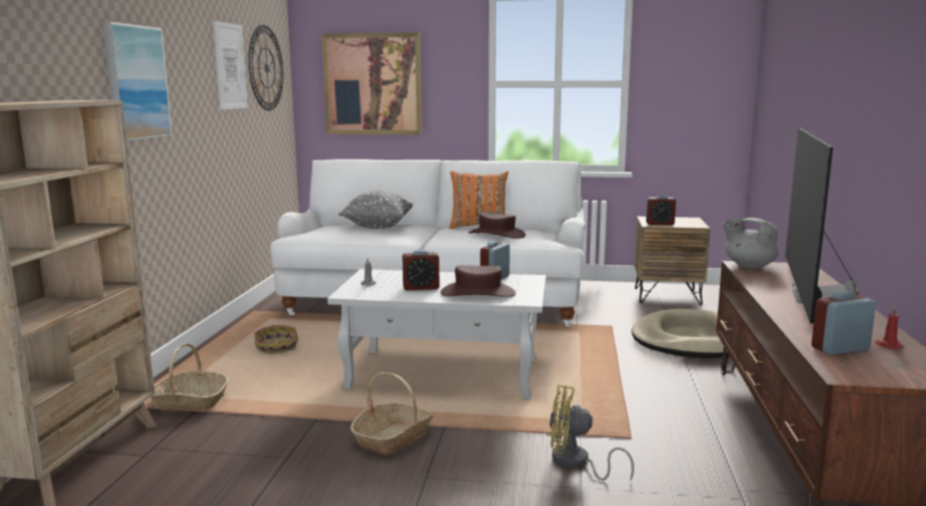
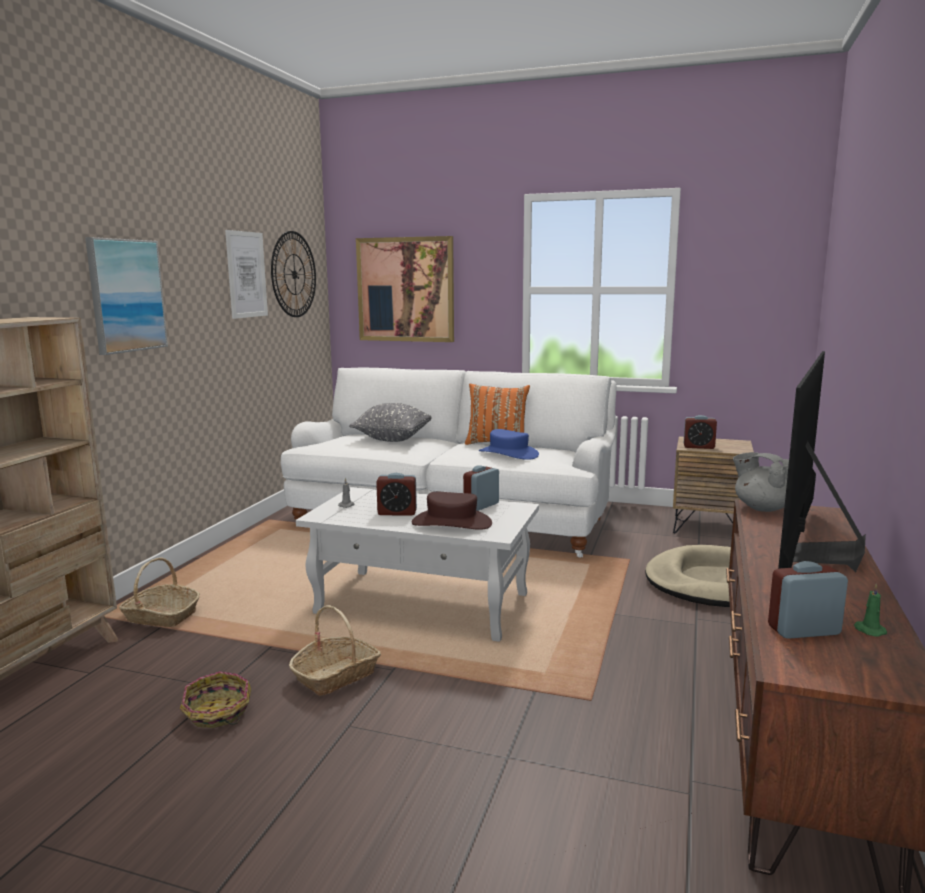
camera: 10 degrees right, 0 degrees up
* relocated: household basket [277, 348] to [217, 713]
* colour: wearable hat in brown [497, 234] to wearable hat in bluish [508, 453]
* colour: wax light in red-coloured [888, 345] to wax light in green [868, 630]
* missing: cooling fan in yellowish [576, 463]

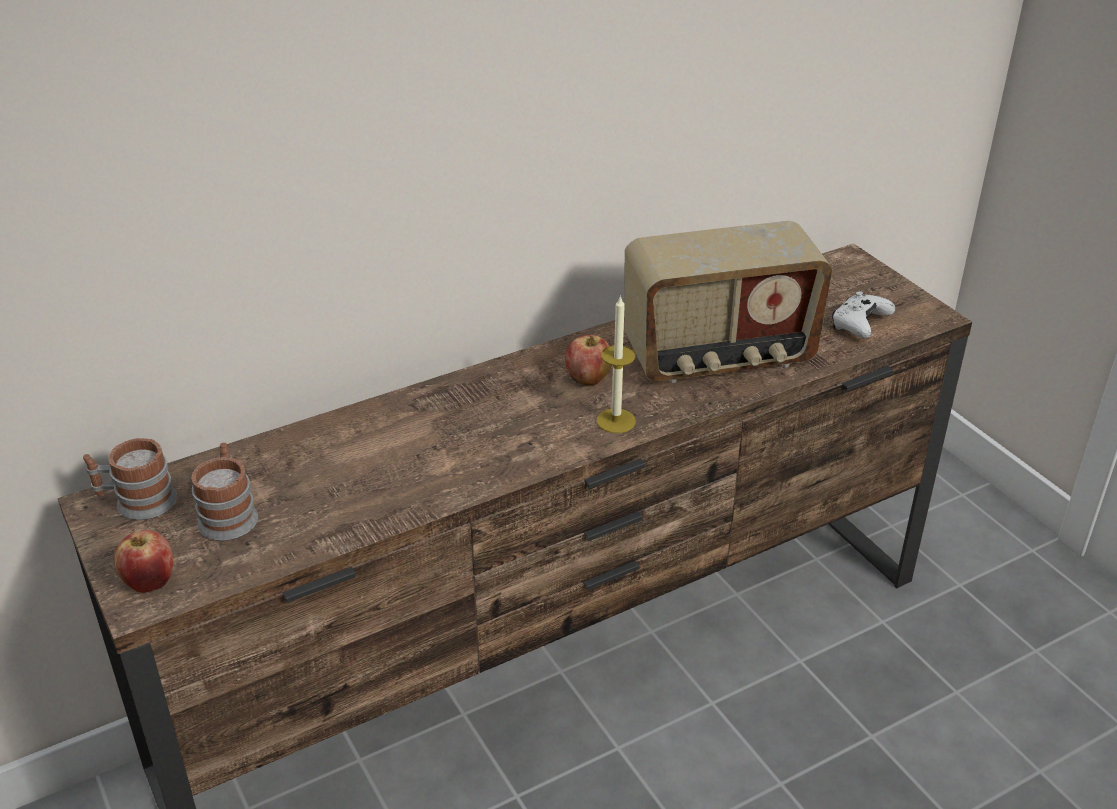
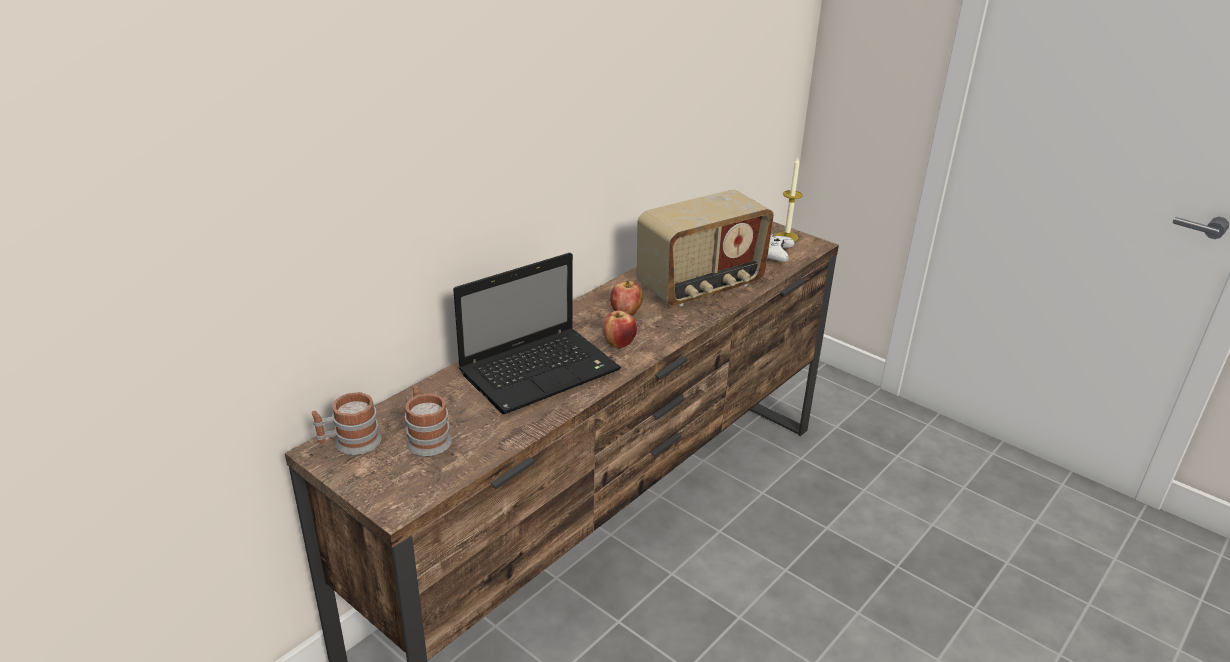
camera: 20 degrees left, 5 degrees down
* appeared: portable computer [542, 371]
* relocated: apple [151, 582] to [619, 344]
* relocated: wax light [616, 421] to [786, 236]

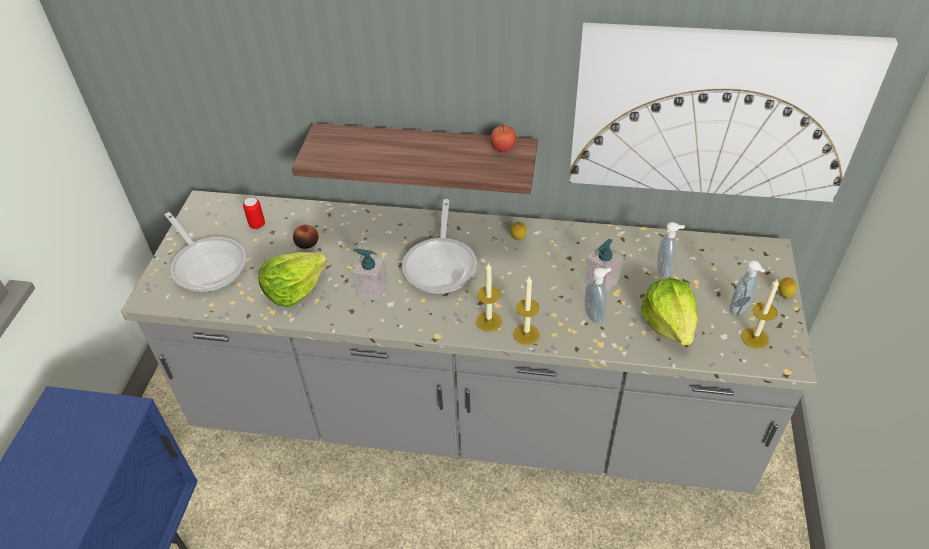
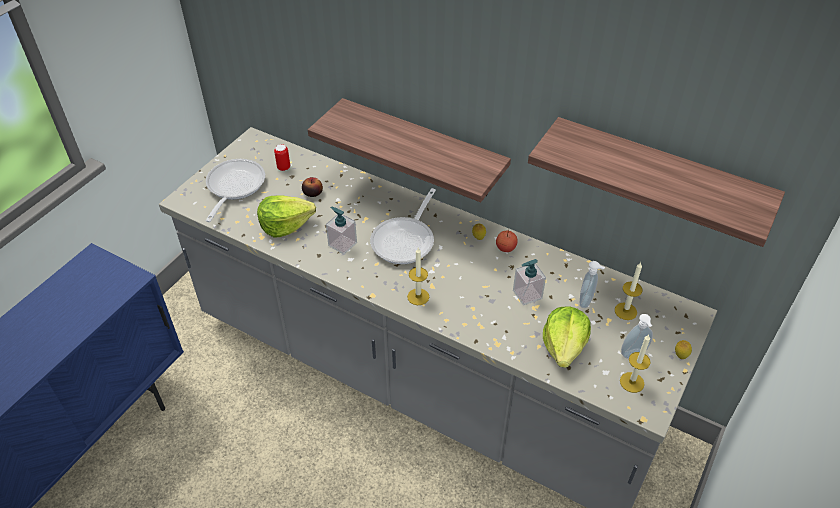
camera: 20 degrees right, 0 degrees up
* spun: frying pan [207, 264] = [233, 187] 150 degrees counterclockwise
* relocated: apple [503, 148] to [505, 248]
* exchanged: wall picture [715, 114] to bracket shelf [658, 178]
* relocated: wax light [526, 334] to [625, 311]
* missing: soap bottle [595, 315]

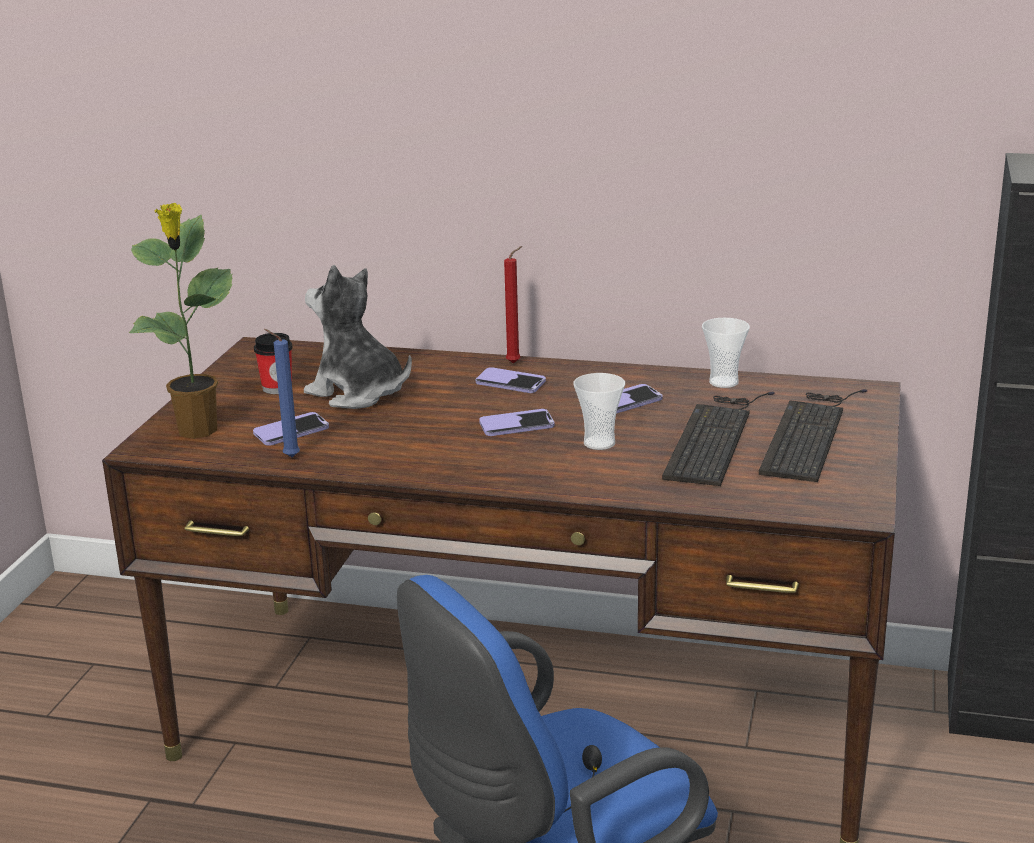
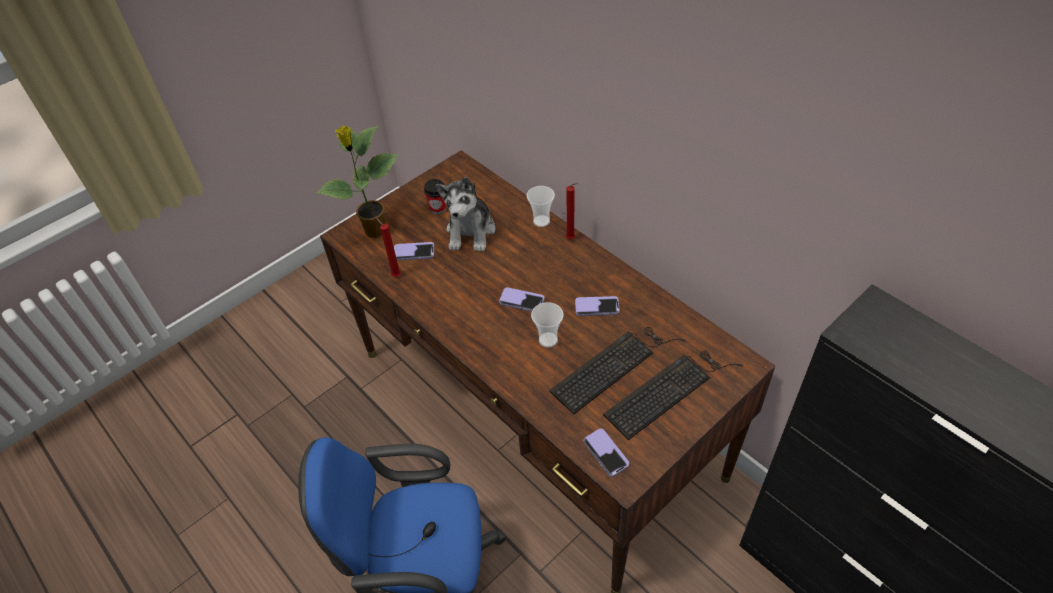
camera: 35 degrees right, 25 degrees up
* colour: wax light in bluish [289, 457] to wax light in red-coloured [395, 275]
* spun: cuddly toy [358, 393] = [471, 231] 150 degrees counterclockwise
* relocated: cup [723, 382] to [541, 221]
* relocated: handset [510, 383] to [606, 453]

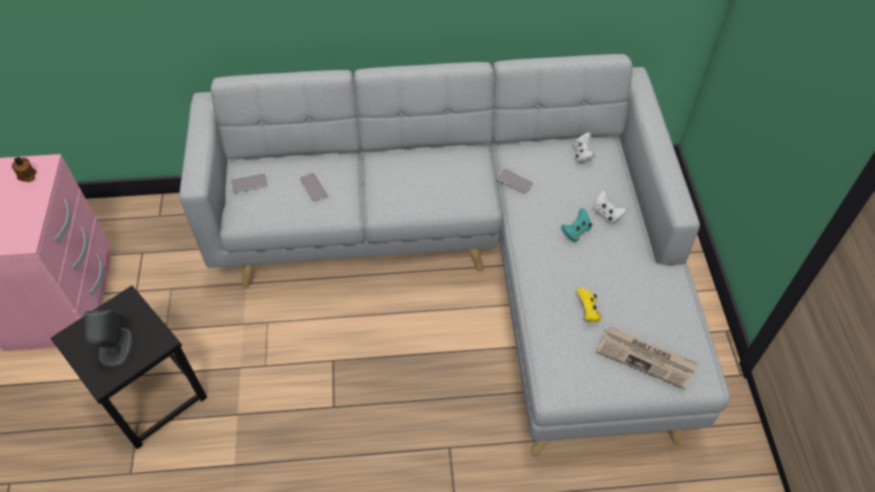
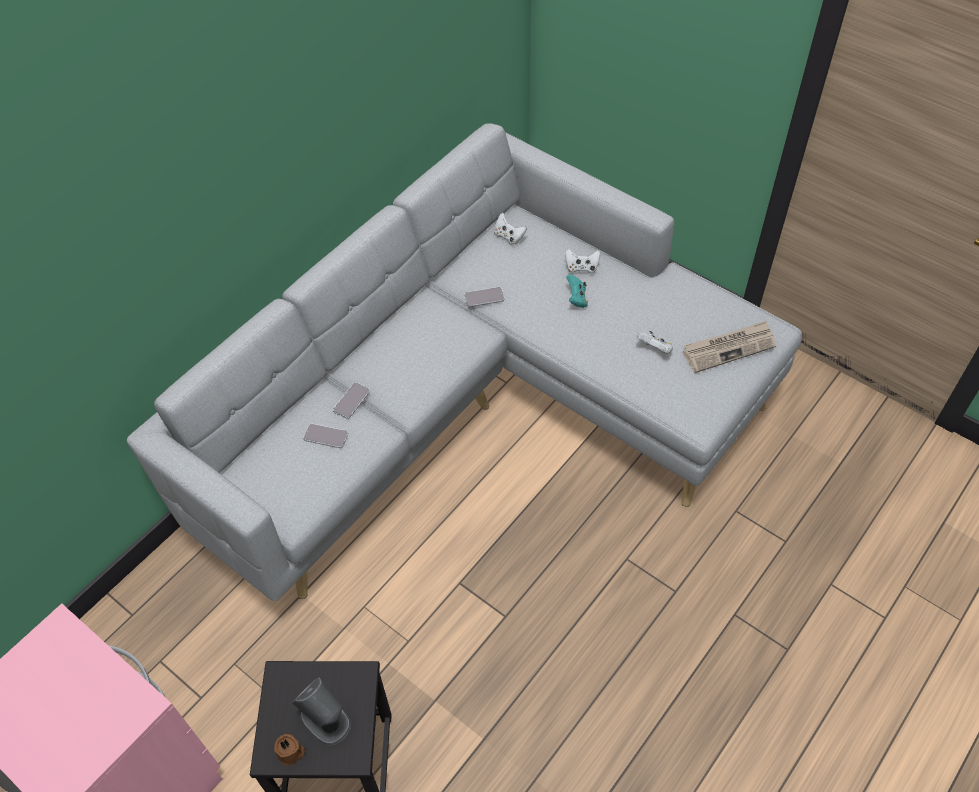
camera: 45 degrees left, 0 degrees up
* relocated: wax light in brown [27, 176] to [291, 753]
* relocated: handset [249, 183] to [351, 401]
* colour: game controller in yellowish [588, 311] to game controller in whitish [655, 349]

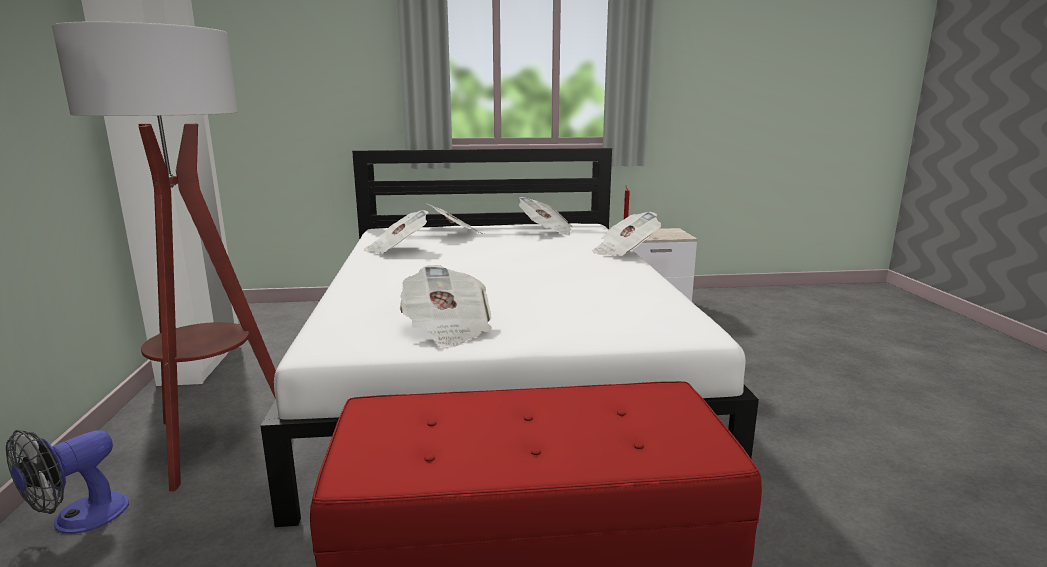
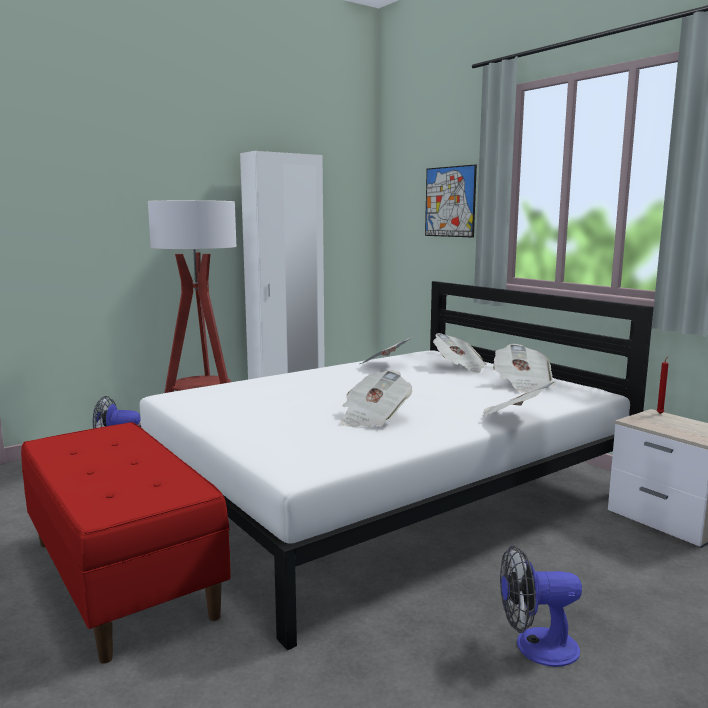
camera: 60 degrees right, 5 degrees down
* relocated: newspaper [447, 329] to [373, 418]
* appeared: wall picture [450, 202]
* appeared: cooling fan [536, 647]

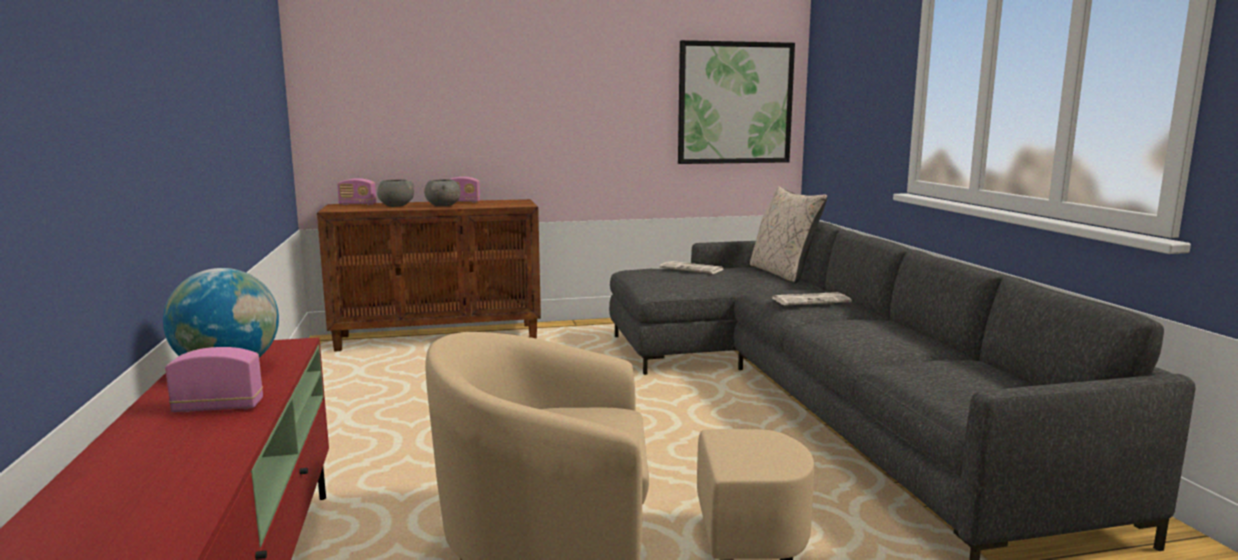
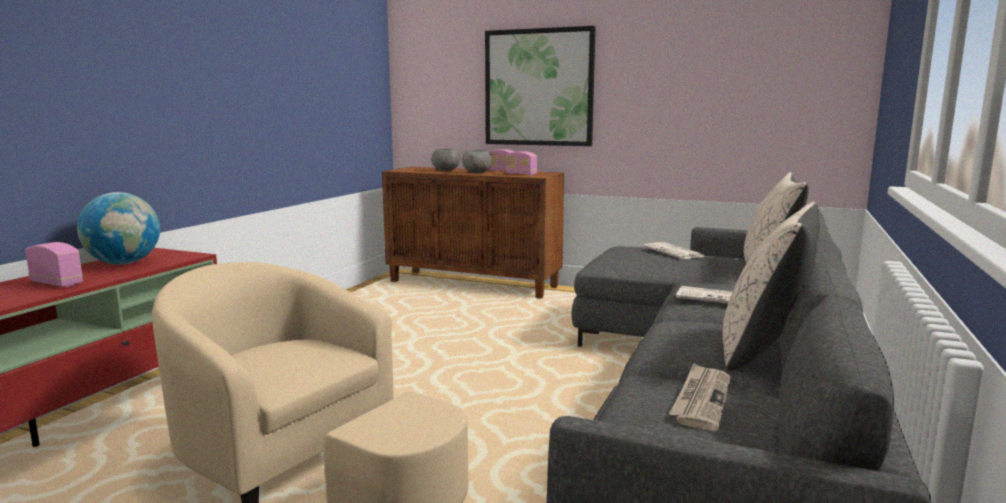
camera: 35 degrees right, 0 degrees up
* relocated: wall picture [735, 103] to [539, 87]
* relocated: radio set [357, 204] to [521, 174]
* appeared: newspaper [701, 399]
* appeared: pillow in beige-coloured [764, 349]

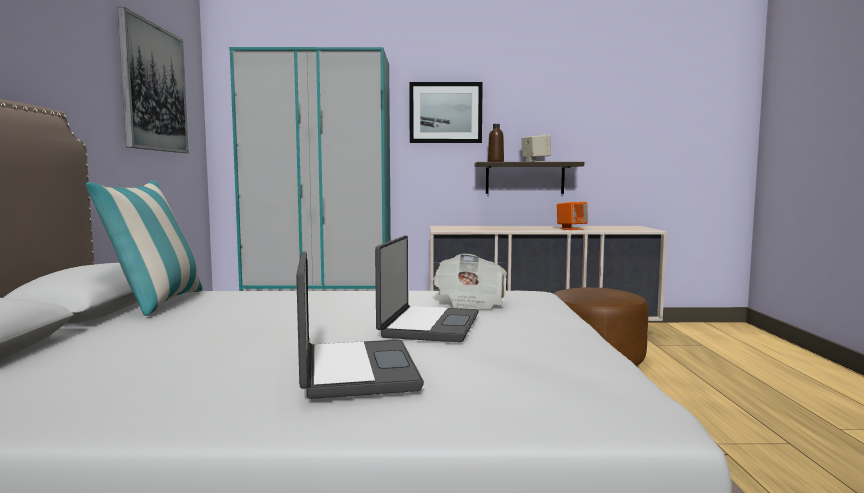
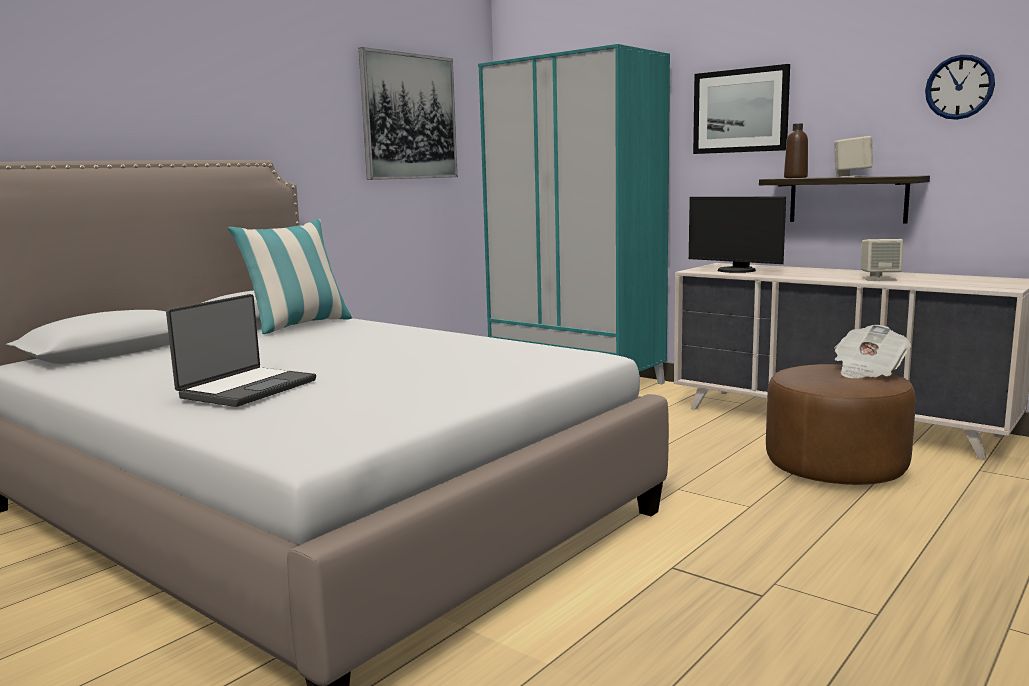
camera: 40 degrees right, 5 degrees up
* appeared: computer display [735, 271]
* relocated: newspaper [470, 303] to [867, 371]
* colour: loudspeaker in orange-coloured [571, 229] to loudspeaker in beige-coloured [879, 279]
* appeared: hanging clock [959, 87]
* missing: portable computer [428, 325]

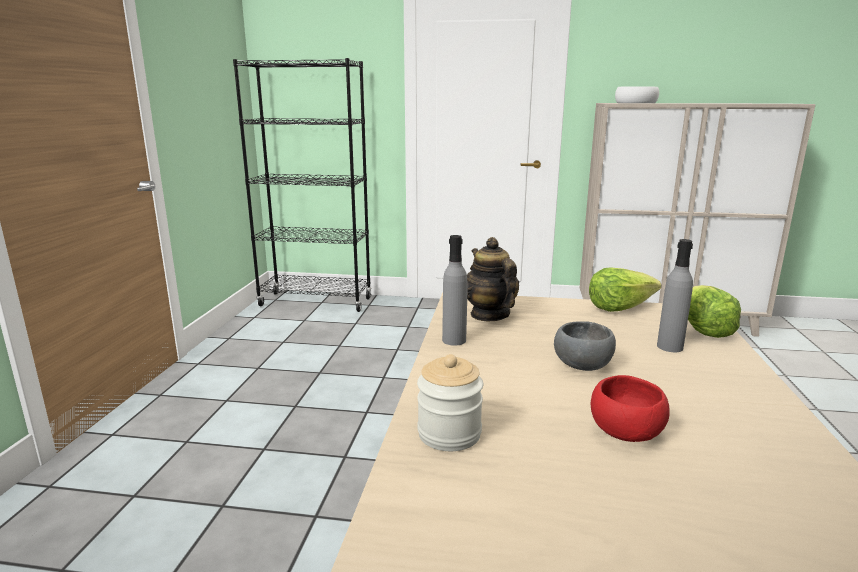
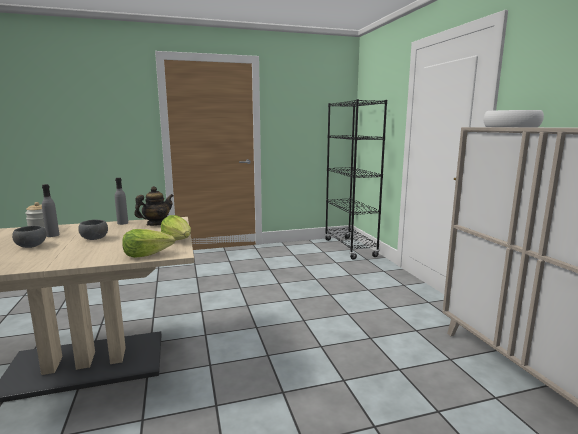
camera: 65 degrees right, 5 degrees down
* colour: bowl in red-coloured [624, 433] to bowl in gray [31, 246]
* relocated: beverage bottle in gray [669, 347] to [52, 235]

